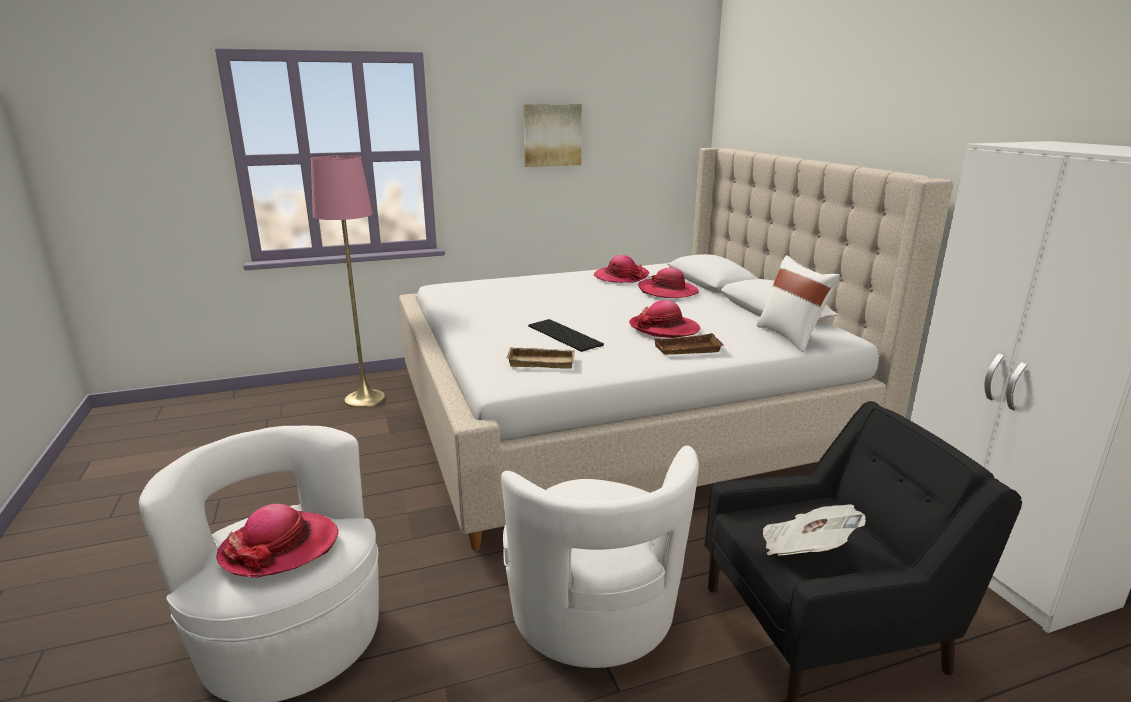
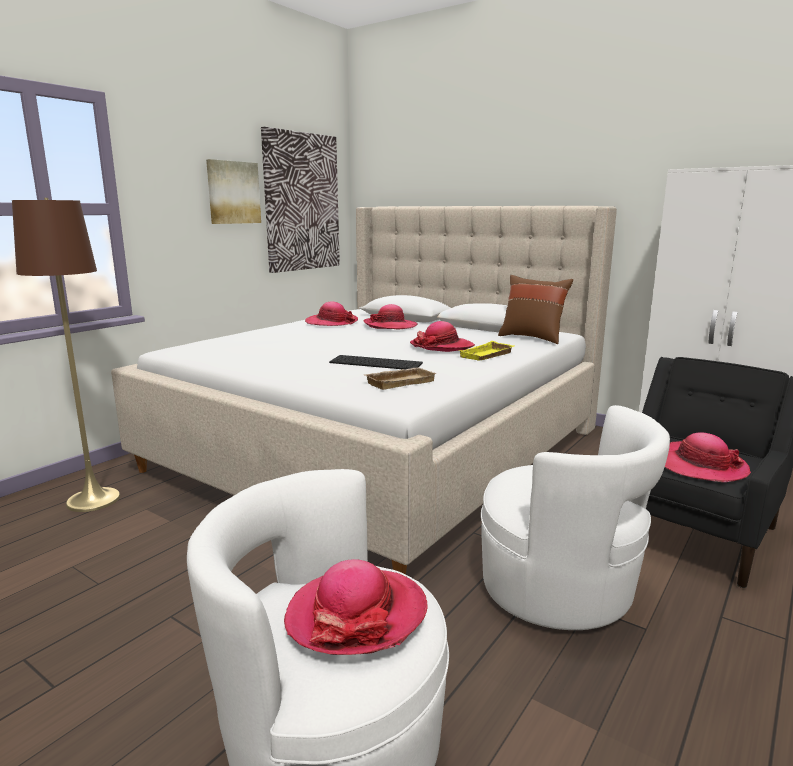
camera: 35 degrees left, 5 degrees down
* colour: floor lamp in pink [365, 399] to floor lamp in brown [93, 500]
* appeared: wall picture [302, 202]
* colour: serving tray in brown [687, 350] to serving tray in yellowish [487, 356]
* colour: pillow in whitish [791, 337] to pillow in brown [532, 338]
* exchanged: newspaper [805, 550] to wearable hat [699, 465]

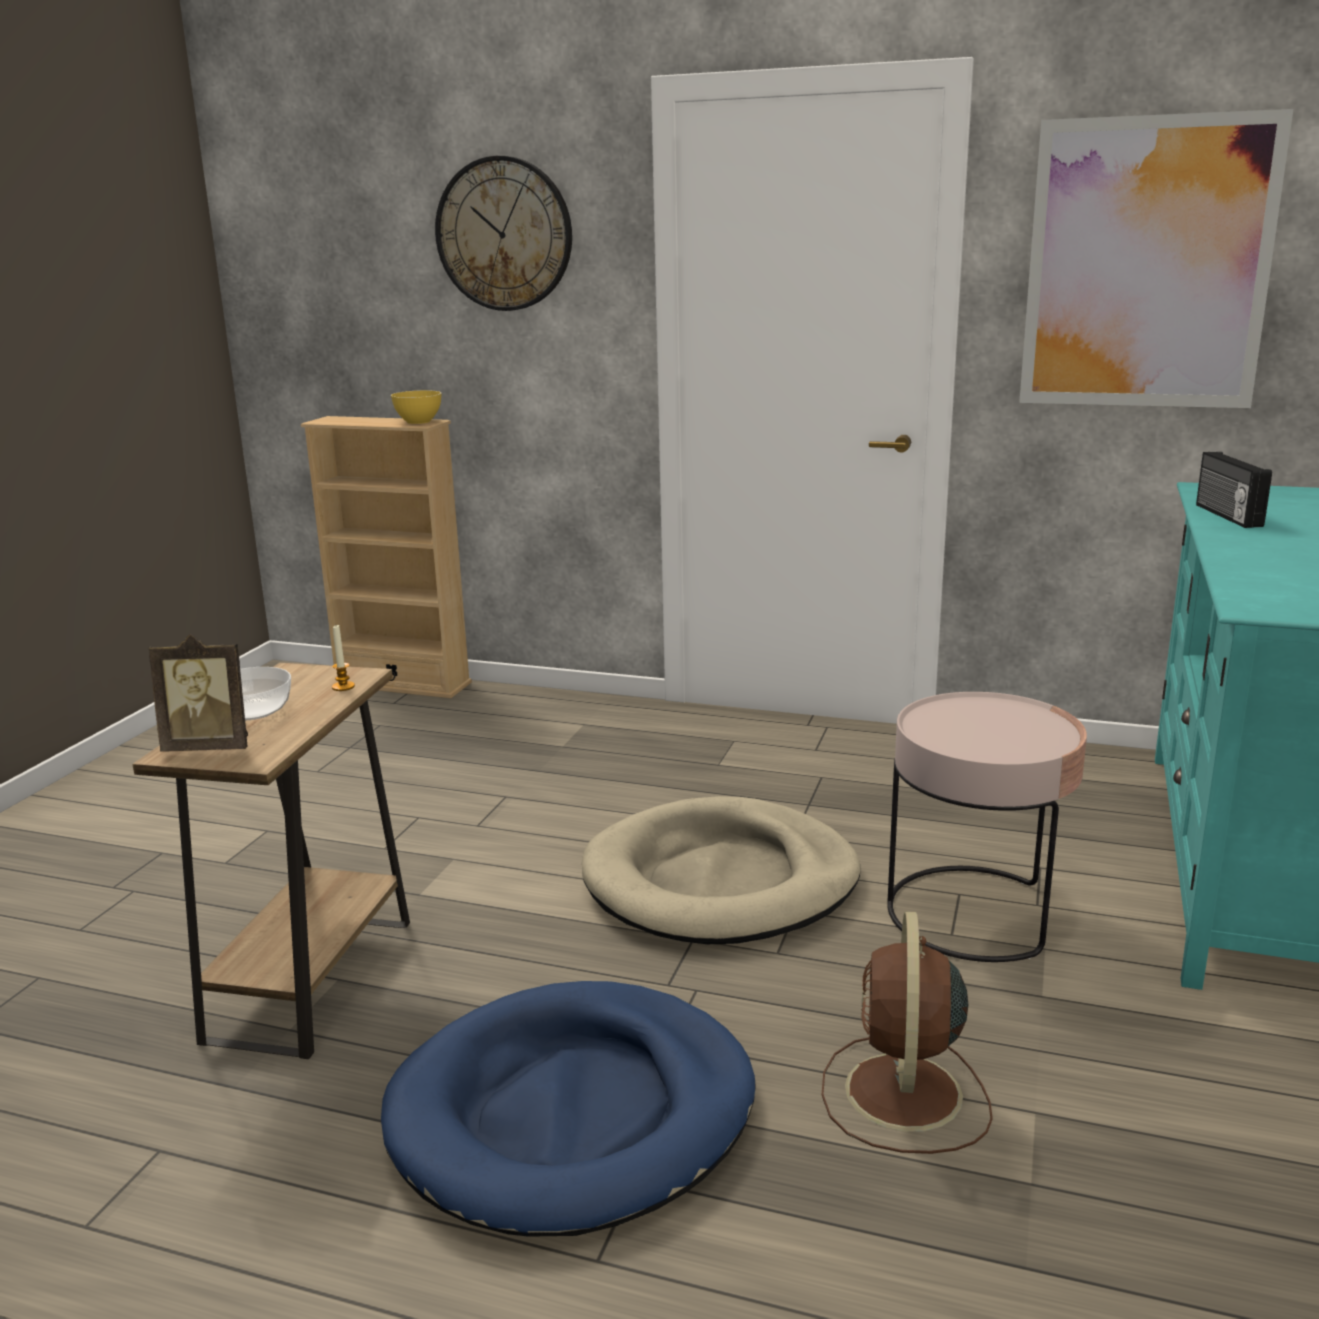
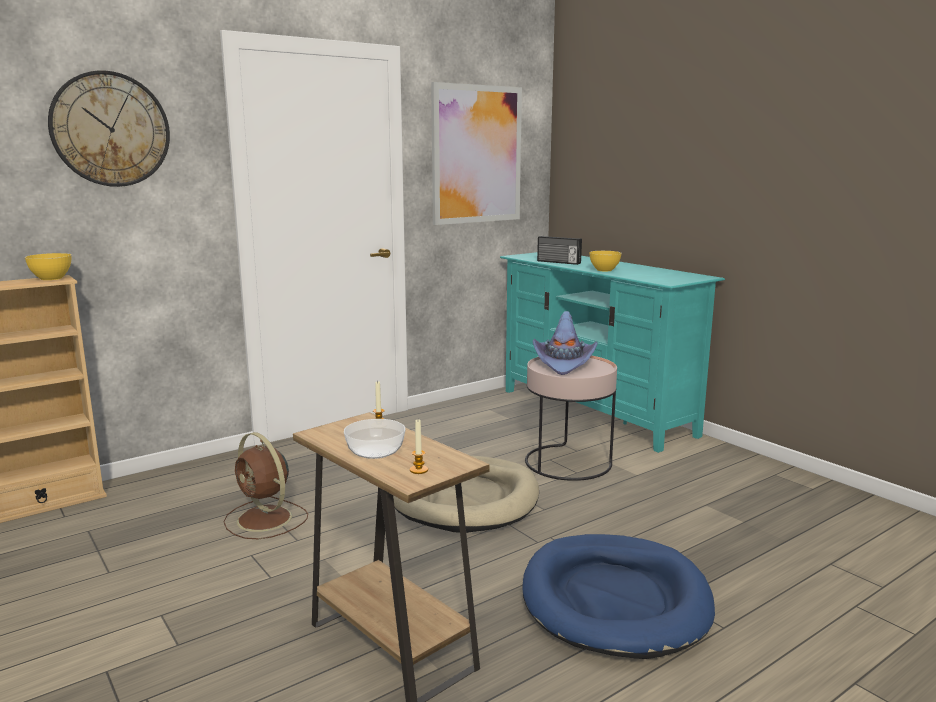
camera: 55 degrees left, 5 degrees down
* relocated: cooling fan in brown [903, 1096] to [266, 520]
* exchanged: photo frame [210, 746] to wax light [419, 470]
* appeared: wearable hat in purple [564, 363]
* appeared: bowl in yellowish [604, 270]

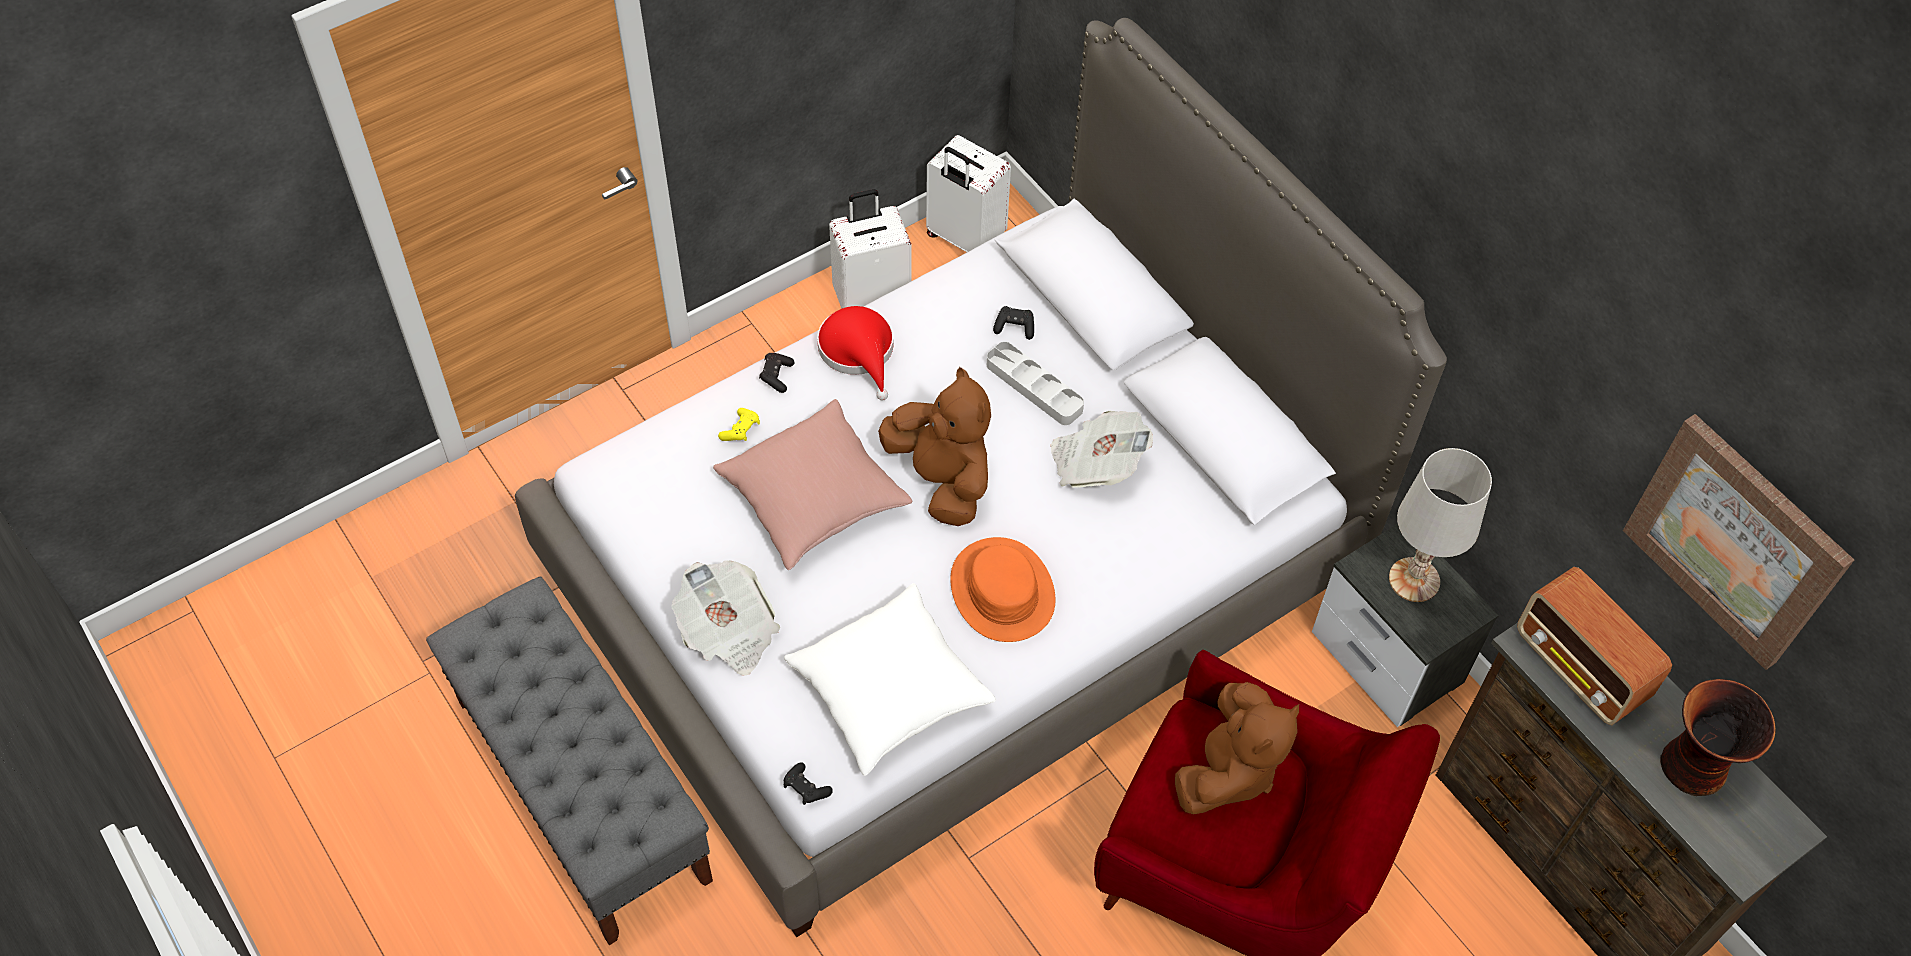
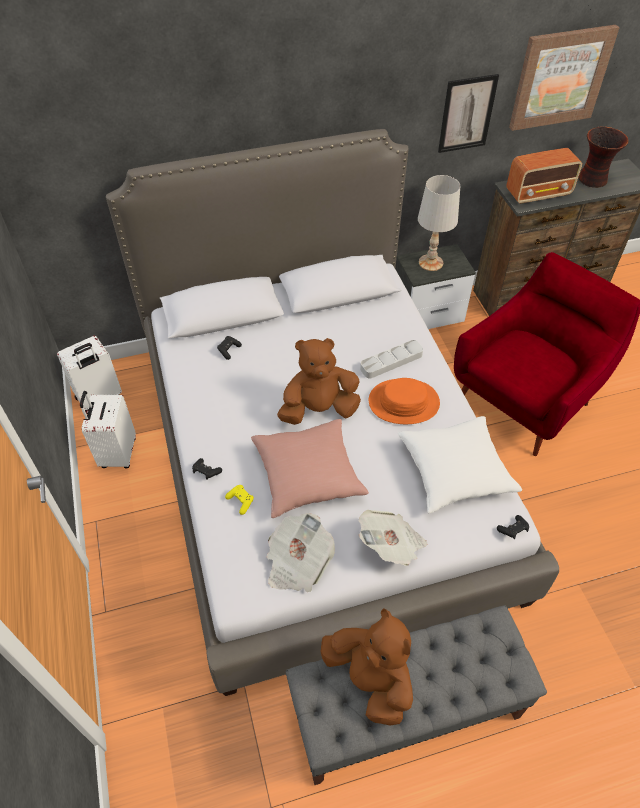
camera: 70 degrees left, 5 degrees down
* relocated: newspaper [1096, 463] to [297, 563]
* relocated: cuddly toy in brown [1229, 771] to [370, 679]
* relocated: serving tray in gray [1034, 387] to [391, 361]
* appeared: wall picture [467, 114]
* missing: wearable hat in red-coloured [859, 352]

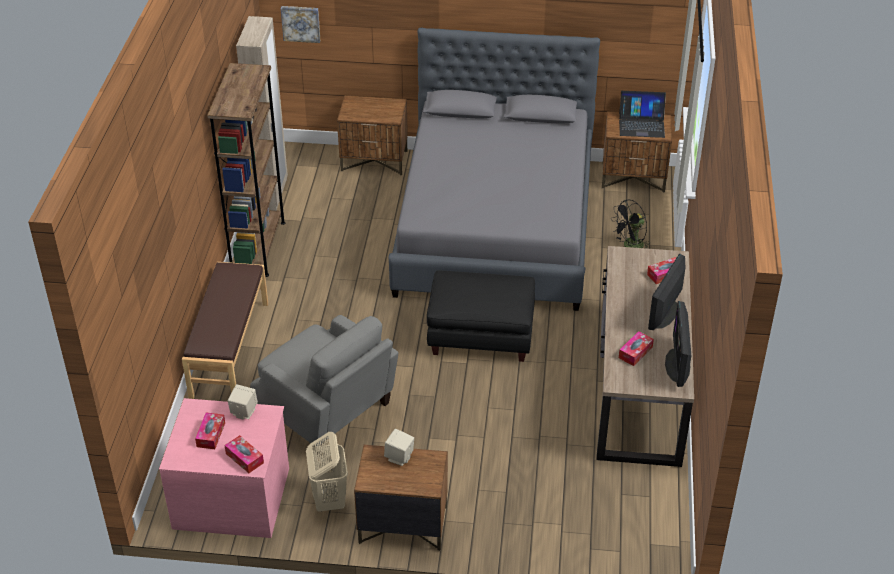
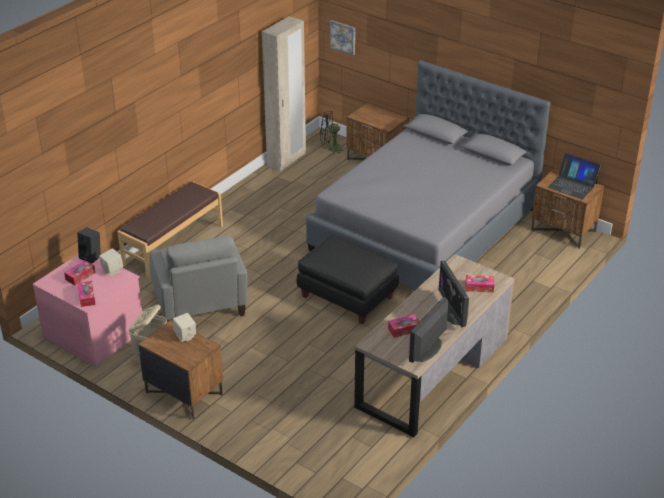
camera: 30 degrees right, 5 degrees down
* appeared: loudspeaker in blackish [91, 257]
* relocated: cooling fan in blackish [630, 246] to [330, 148]
* spun: computer display [664, 313] = [452, 312] 75 degrees counterclockwise
* missing: shelving unit in brown [258, 247]

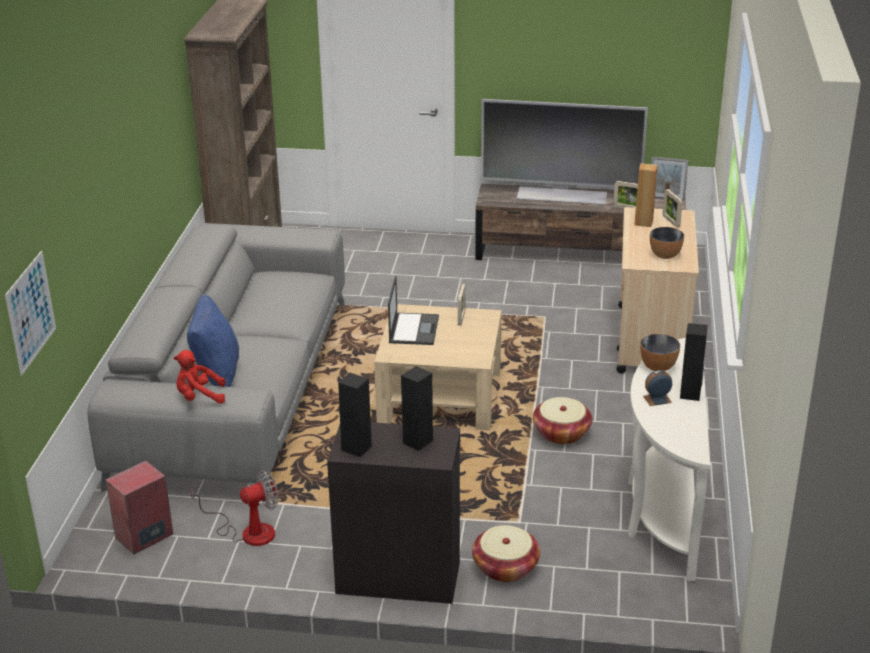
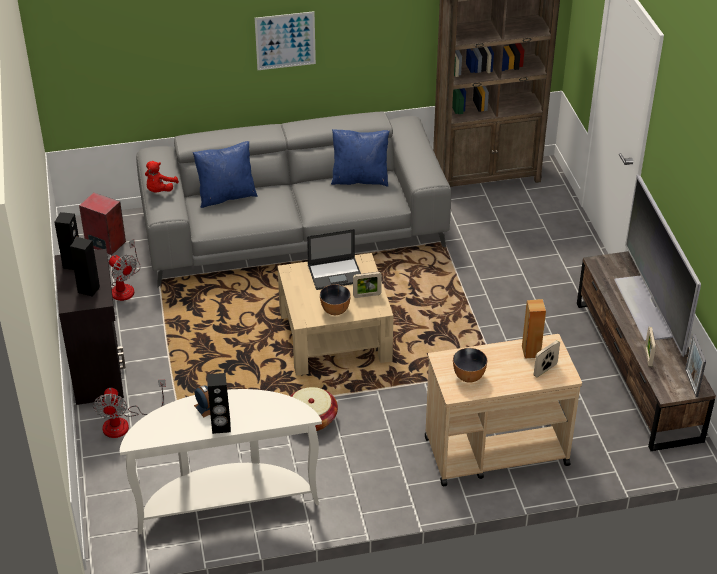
camera: 70 degrees right, 10 degrees up
* exchanged: household basket [505, 567] to cooling fan [124, 423]
* spun: cuddly toy in red-coloured [199, 397] = [160, 190] 135 degrees counterclockwise
* relocated: wall picture [30, 312] to [285, 40]
* relocated: bowl [658, 367] to [335, 310]
* appeared: pillow in bluish [360, 179]

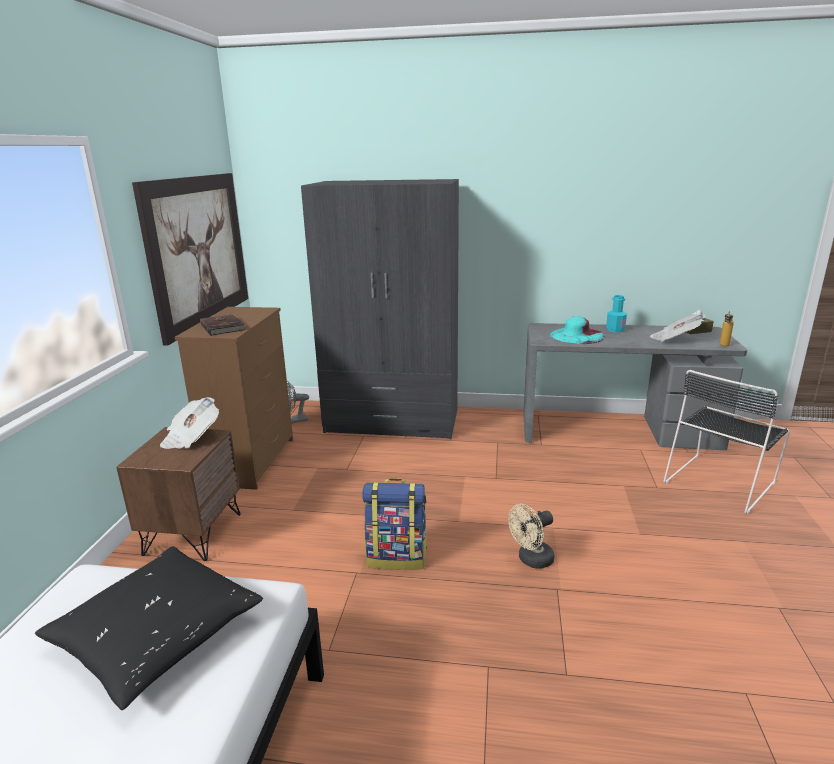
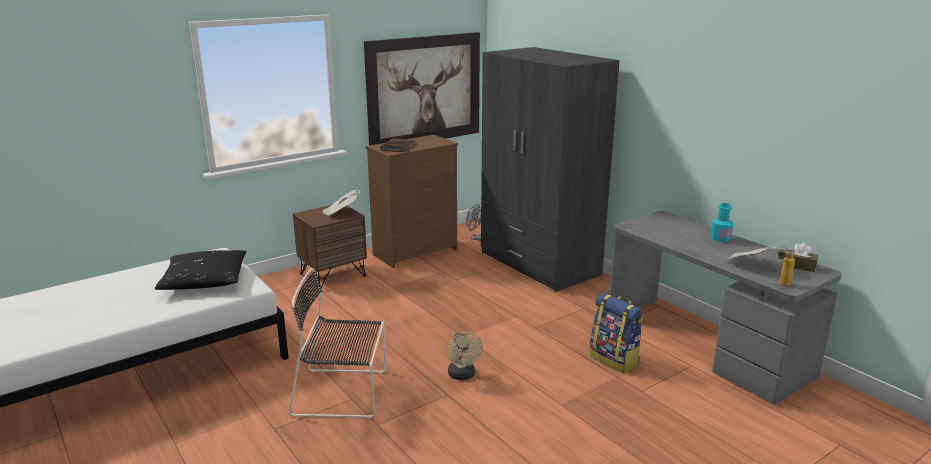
camera: 45 degrees right, 0 degrees up
* relocated: upright chair in blackish [720, 481] to [344, 393]
* spun: cooling fan in beige-coloured [531, 560] = [463, 375] 120 degrees counterclockwise
* relocated: rucksack [397, 557] to [614, 359]
* missing: wearable hat in blue-green [577, 335]

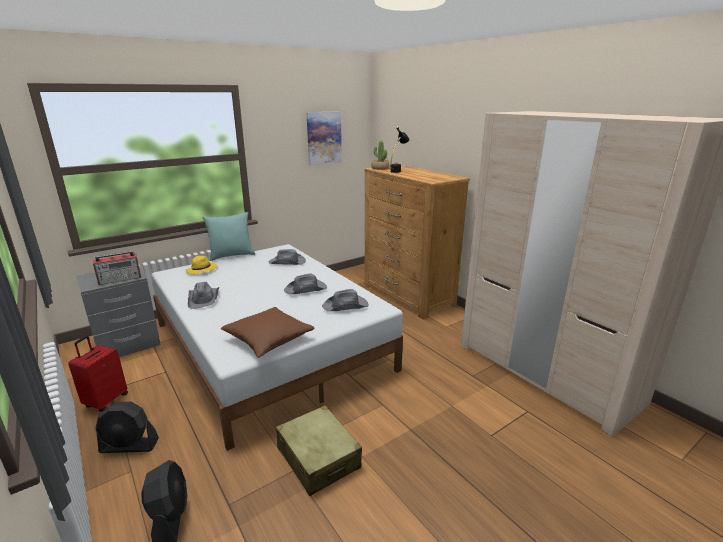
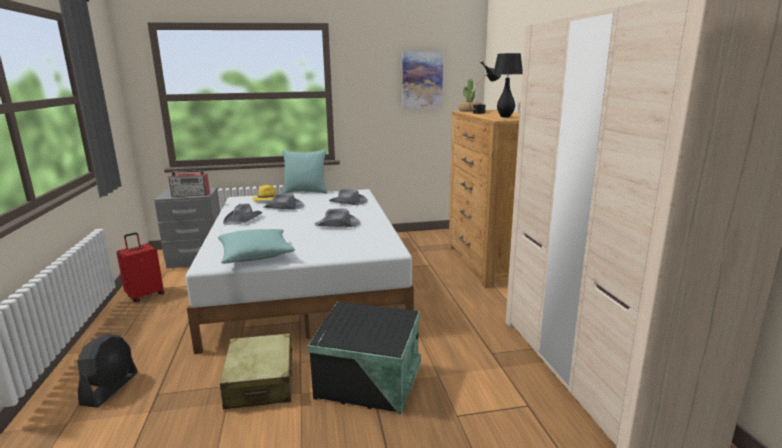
camera: 25 degrees right, 5 degrees down
* colour: pillow in brown [268, 339] to pillow in blue-green [256, 255]
* relocated: wearable hat in gray [346, 306] to [284, 207]
* appeared: storage box in blackish [368, 383]
* appeared: lamp for a table in blackish [505, 117]
* missing: cooling fan in blackish [129, 446]

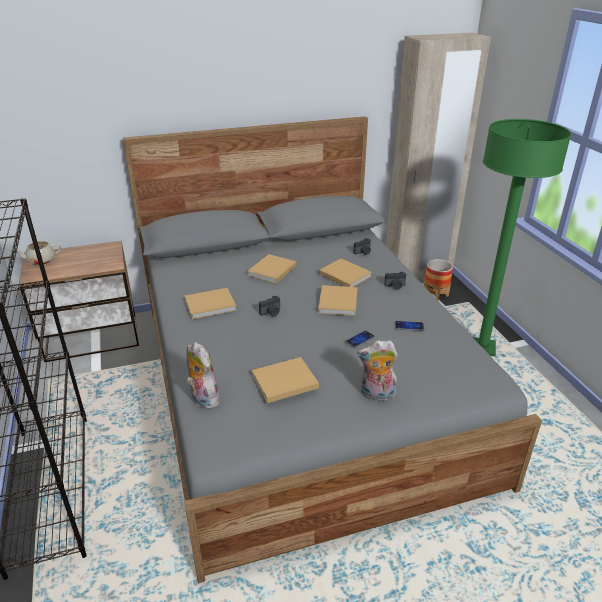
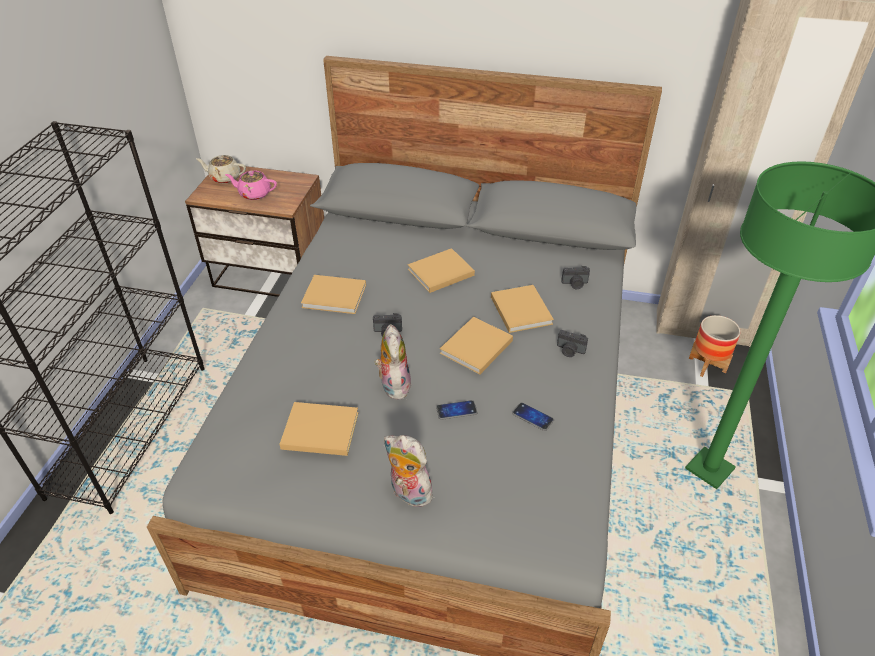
camera: 30 degrees right, 10 degrees up
* appeared: tea pot in pink [254, 194]
* relocated: cuddly toy [203, 398] to [393, 384]

